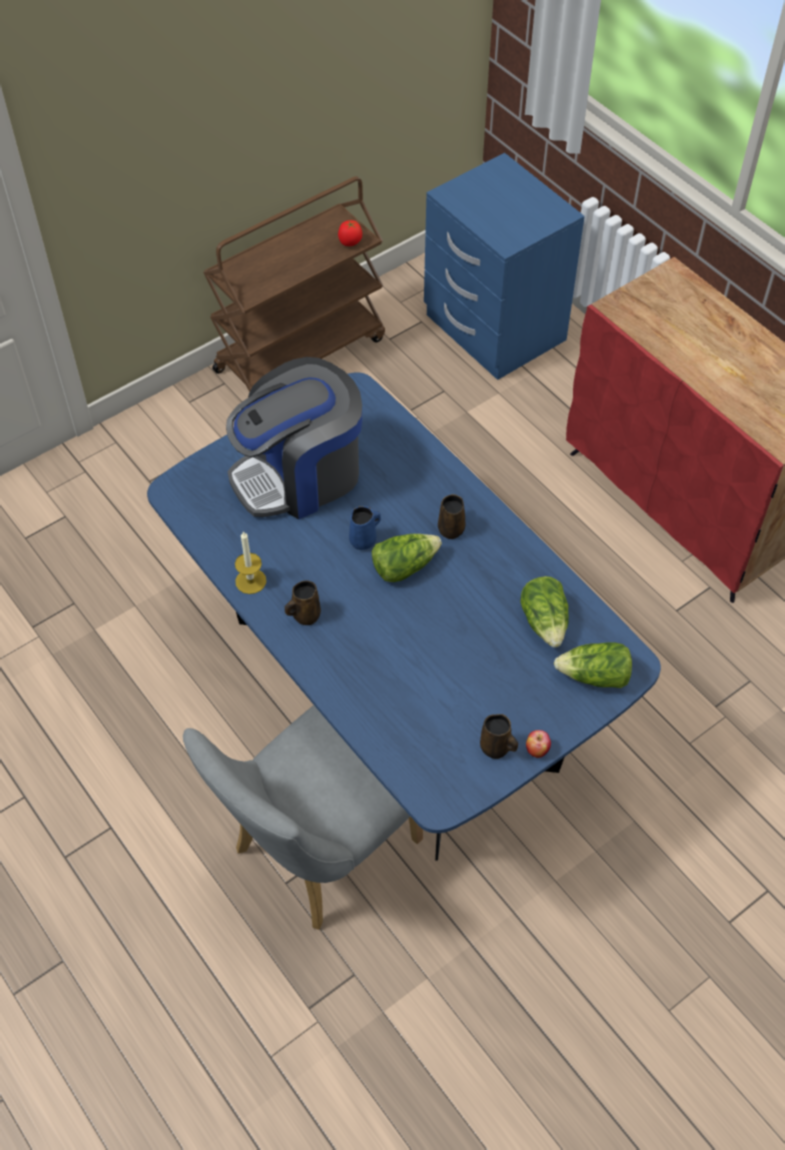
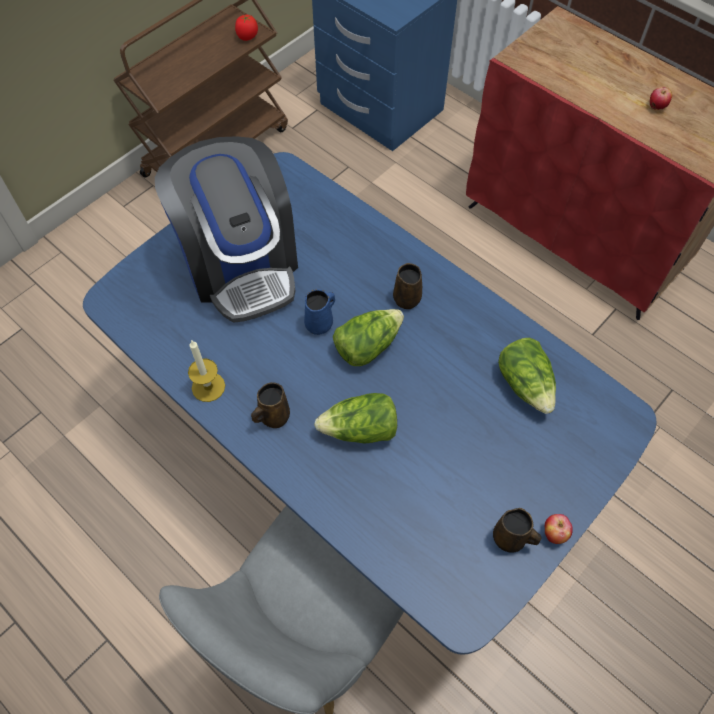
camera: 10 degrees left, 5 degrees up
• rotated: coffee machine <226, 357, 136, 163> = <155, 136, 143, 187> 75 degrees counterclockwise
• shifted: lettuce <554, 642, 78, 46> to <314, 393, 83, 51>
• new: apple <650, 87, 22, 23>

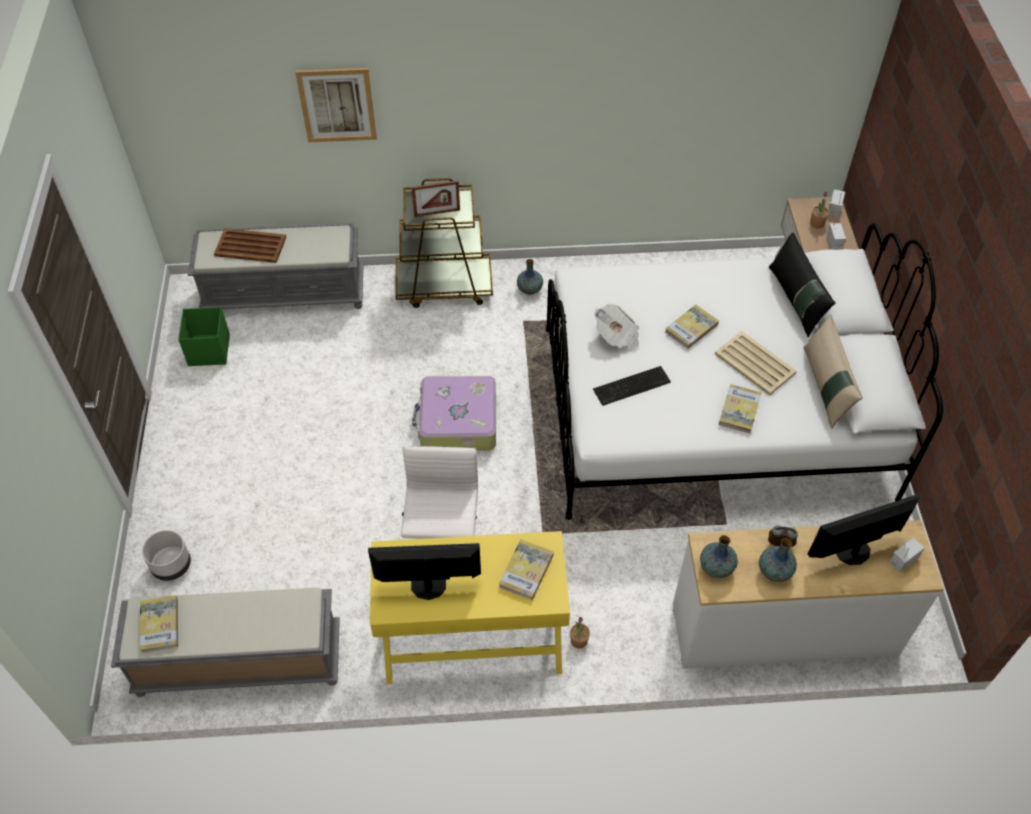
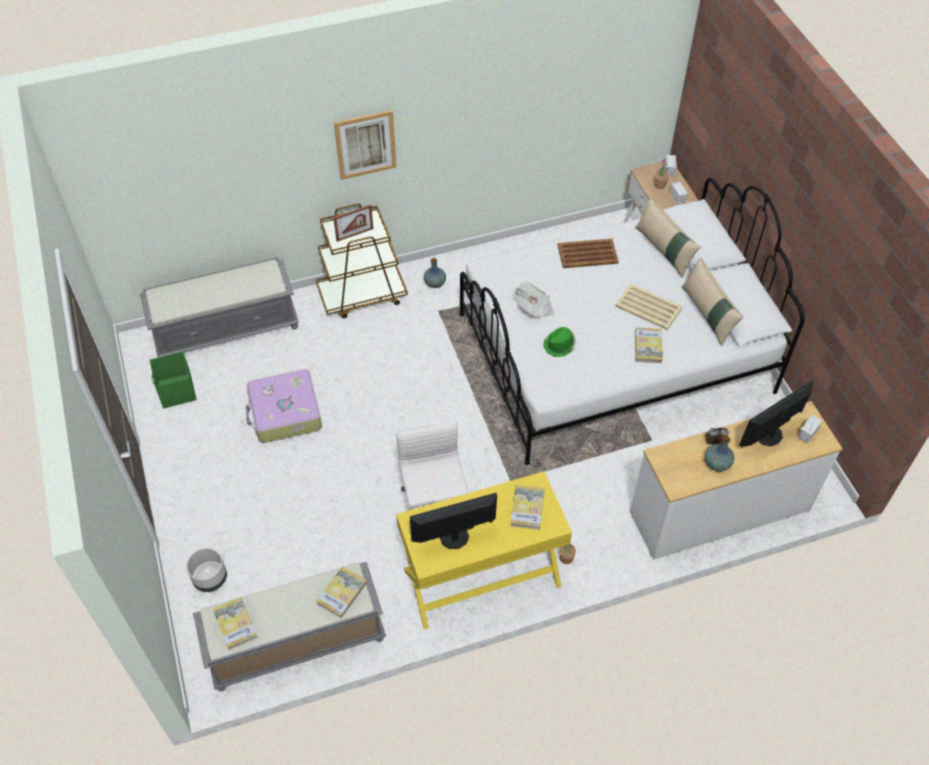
camera: 15 degrees left, 0 degrees up
• shifted: tray/brown <214, 228, 72, 35> to <558, 239, 61, 29>
• shifted: picture <295, 68, 82, 74> to <334, 110, 63, 70>
• shifted: suitcase <412, 376, 84, 75> to <246, 369, 76, 74>
• swapped: keyboard <593, 366, 78, 40> to hat/green <543, 327, 33, 30>
• shifted: book <665, 305, 54, 44> to <316, 566, 51, 52>
• gone: vase <700, 535, 38, 43>
• repainted: pillow/black <769, 232, 67, 105> to pillow/beige <635, 197, 66, 81>

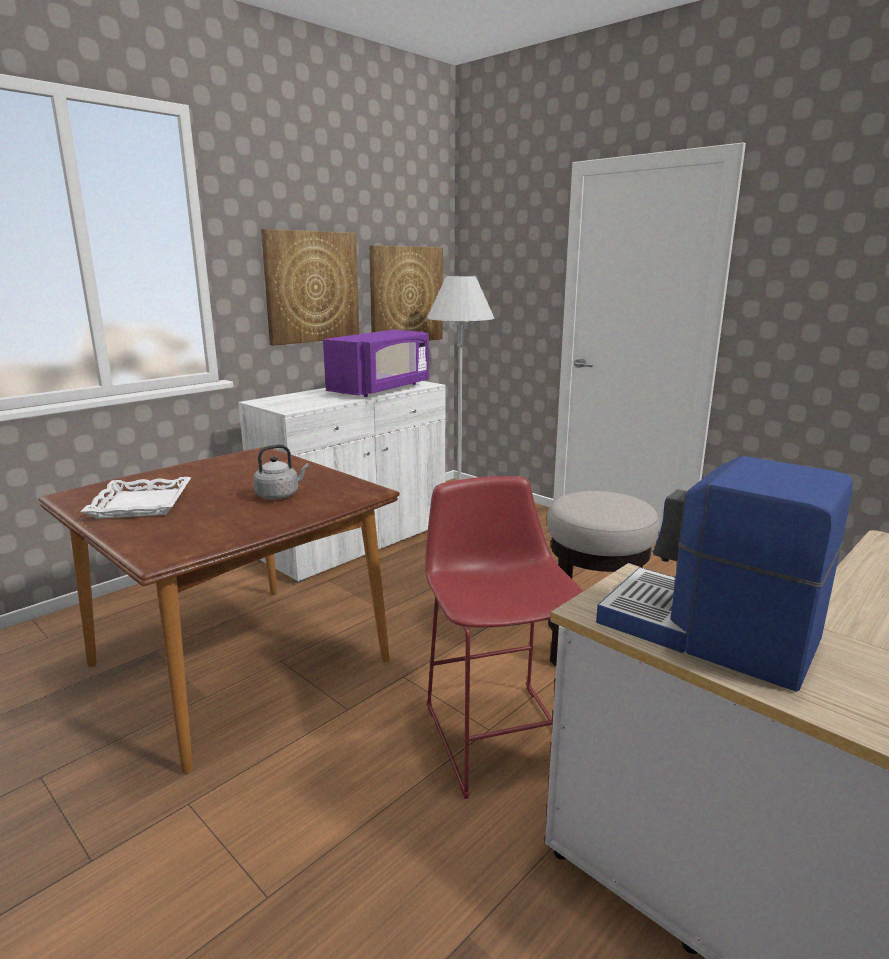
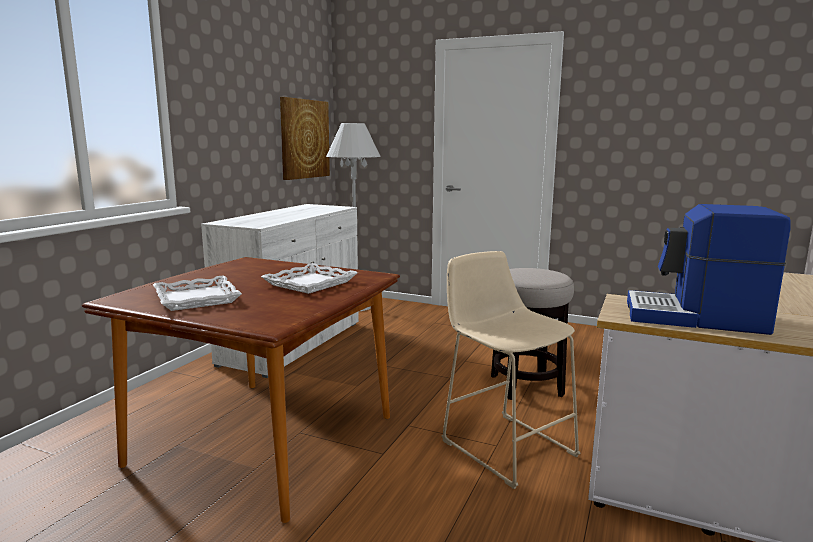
camera: 20 degrees left, 5 degrees down
• swapped: kettle/grey <253, 445, 56, 54> to tray/white <261, 263, 97, 31>
• gone: picture <261, 229, 98, 117>
• gone: microwave/purple <323, 330, 106, 67>
• repainted: stool/red <425, 476, 158, 323> to stool/beige <441, 251, 140, 238>

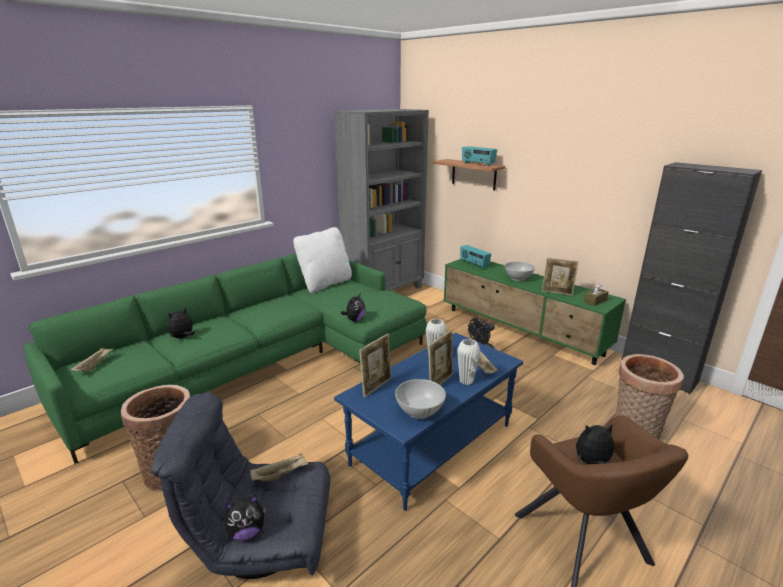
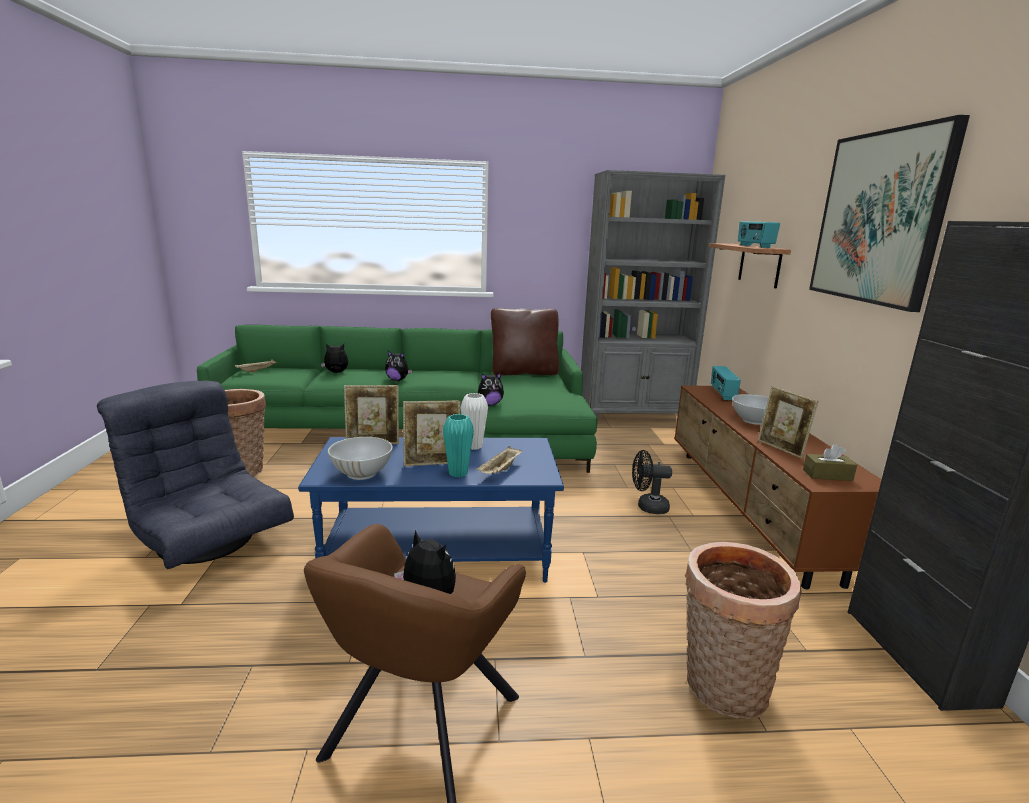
camera: 40 degrees right, 5 degrees down
• shifted: plush toy <224, 495, 42, 46> to <385, 351, 27, 30>
• gone: tray/beige <250, 453, 58, 28>
• repainted: pillow/white <293, 227, 59, 67> to pillow/brown <491, 308, 69, 68>
• repainted: tv stand/green <443, 259, 183, 106> to tv stand/brown <674, 385, 208, 204>
• repainted: vase/white <457, 339, 23, 46> to vase/turquoise <443, 414, 31, 63>
• new: picture <809, 115, 161, 197>

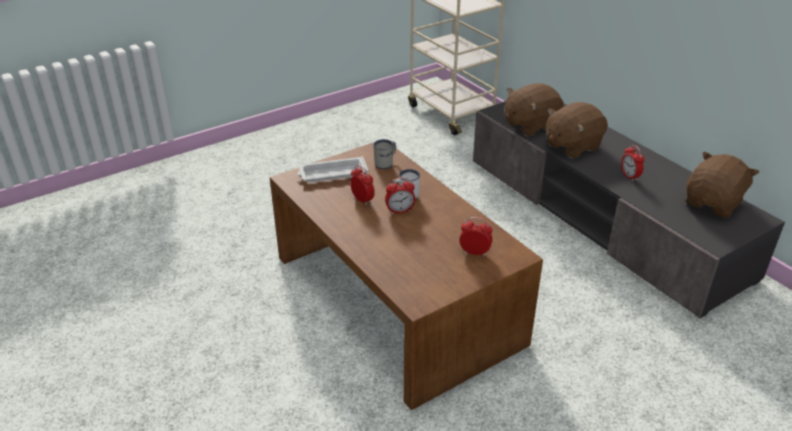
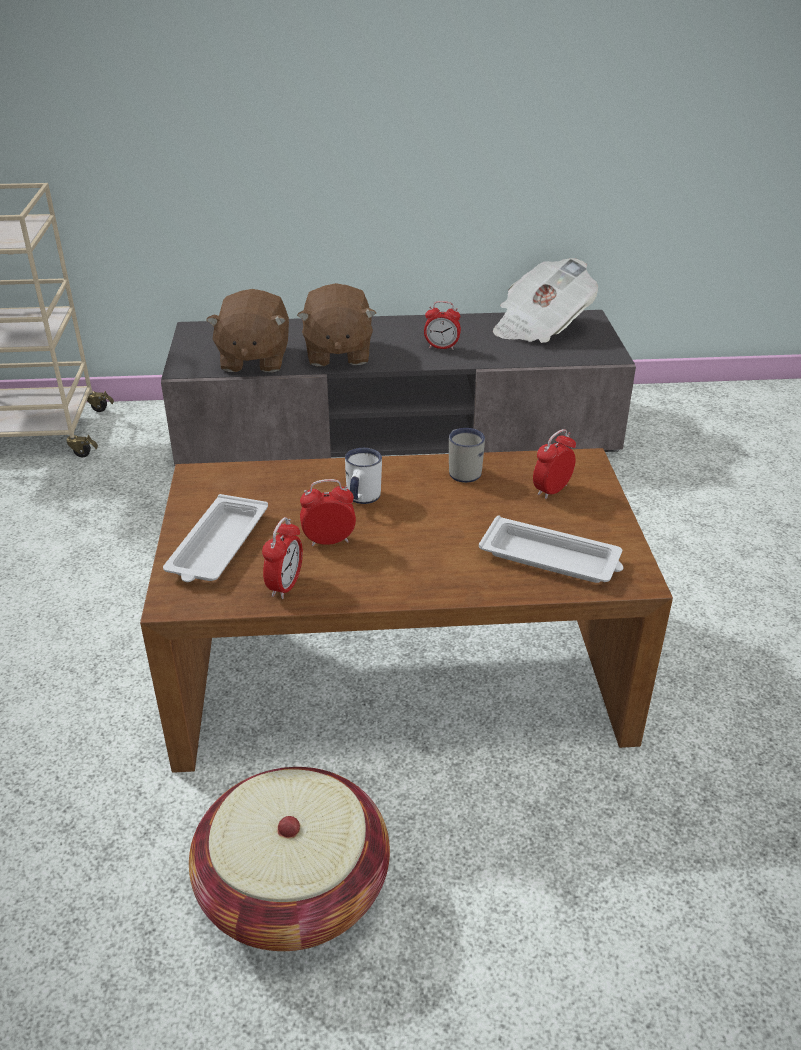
camera: 60 degrees left, 0 degrees up
• shifted: mug/white <373, 139, 23, 30> to <449, 428, 36, 55>
• shifted: alarm clock <385, 177, 31, 37> to <262, 517, 41, 82>
• swapped: plush toy/brown <685, 152, 74, 66> to newspaper <493, 258, 105, 85>
• new: basket <189, 767, 201, 184>
• new: tray/white <479, 516, 144, 67>

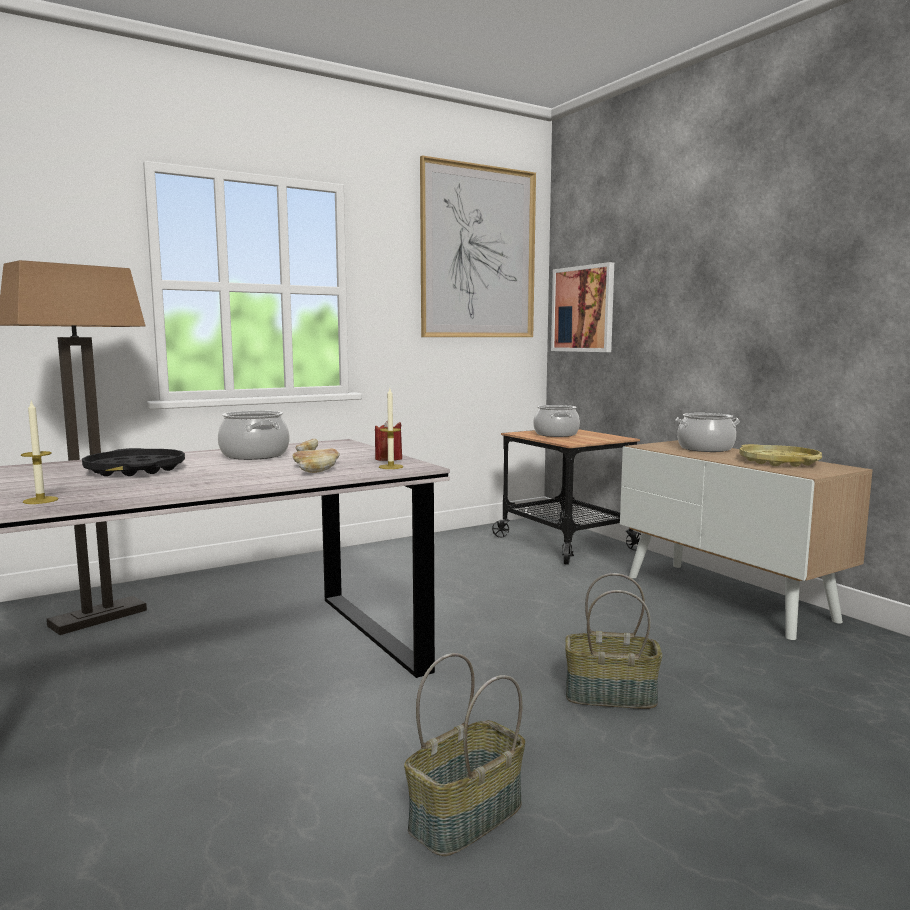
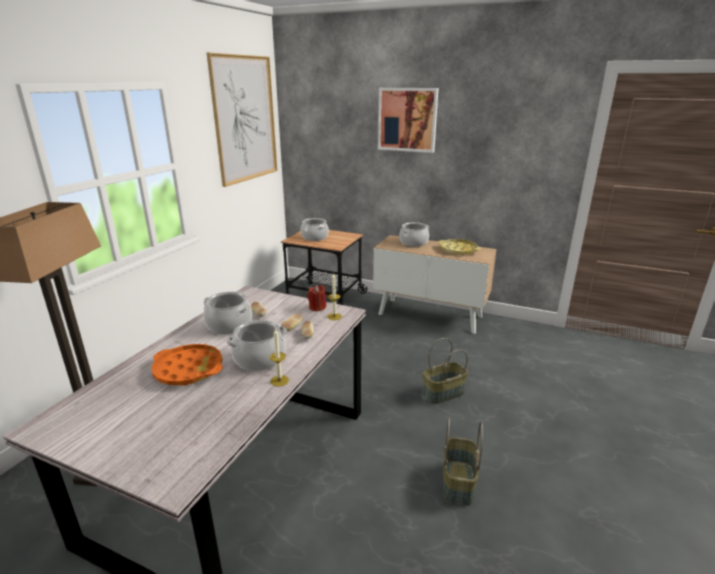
camera: 35 degrees left, 15 degrees up
• shifted: candle <21, 401, 38, 103> to <270, 329, 19, 58>
• repainted: tray/black <82, 448, 103, 28> to tray/orange <151, 344, 72, 42>
• shifted: picture <551, 262, 63, 90> to <378, 88, 60, 65>
• new: cooking pot <227, 320, 60, 51>

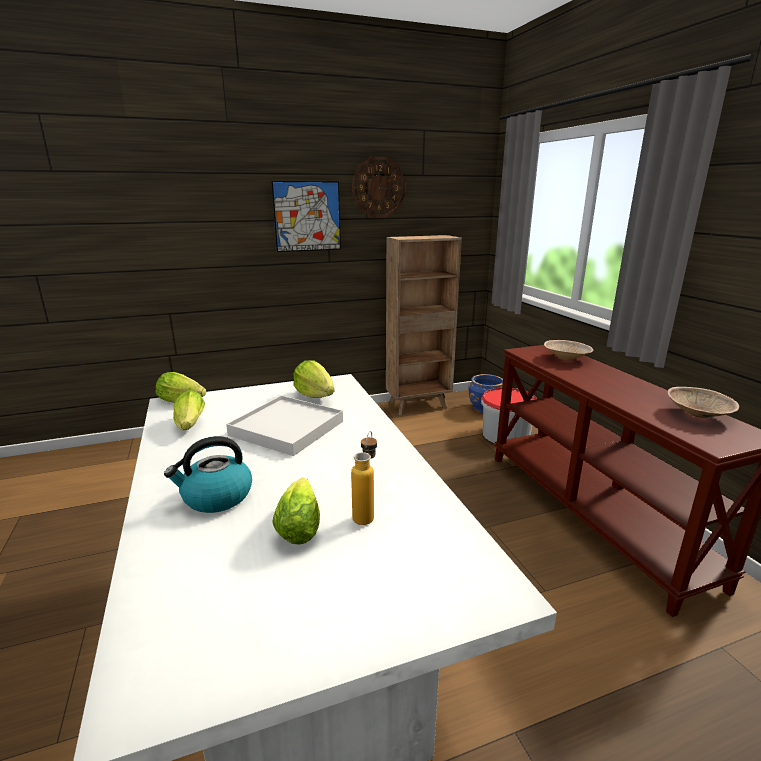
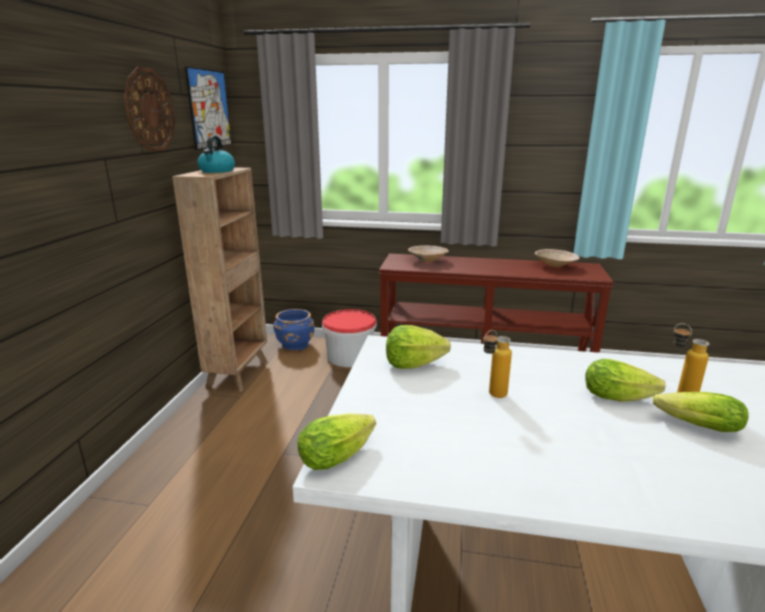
camera: 60 degrees left, 0 degrees up
• shifted: kettle <164, 436, 88, 77> to <198, 135, 37, 38>
• shifted: lettuce <173, 390, 32, 40> to <585, 359, 81, 43>
• swapped: tray/white <226, 395, 117, 61> to bottle <483, 330, 29, 68>
• shifted: picture <271, 181, 70, 71> to <185, 66, 47, 84>

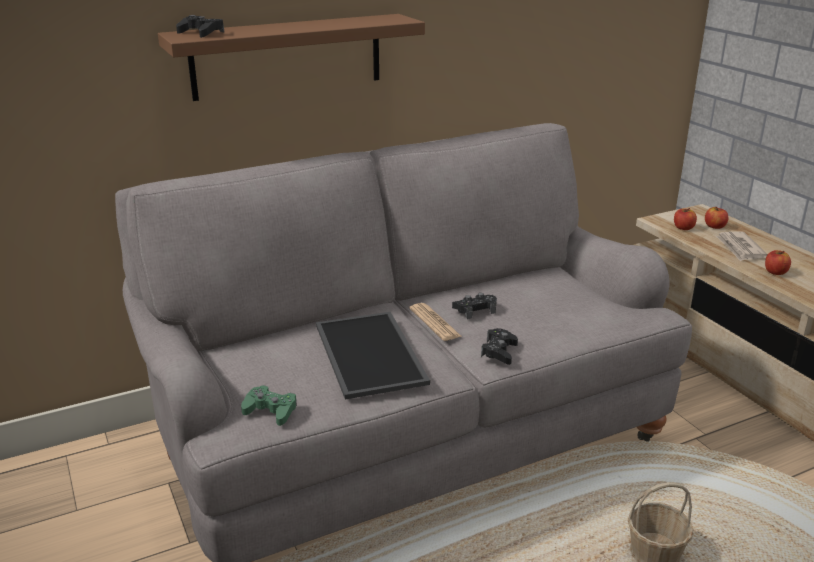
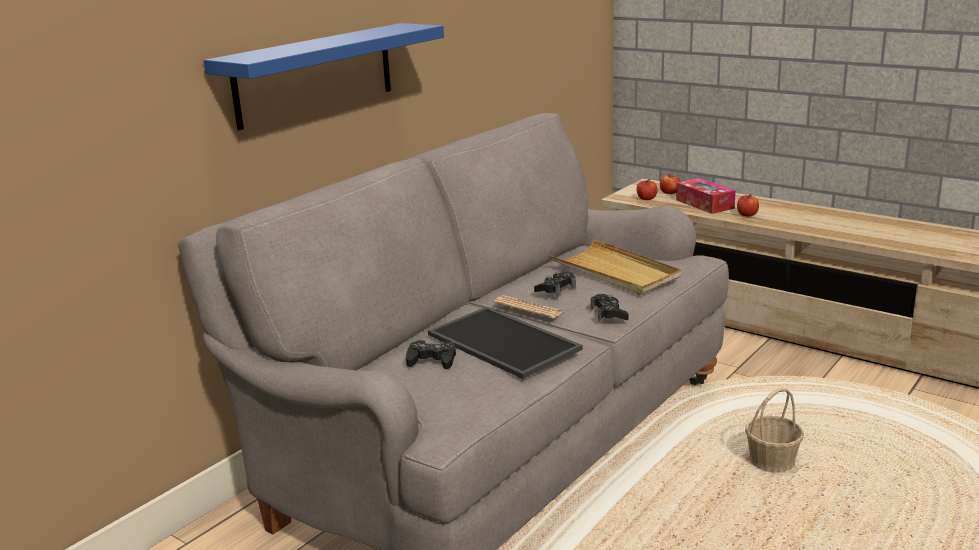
camera: 25 degrees left, 5 degrees down
• repainted: shelf/brown <158, 14, 267, 87> to shelf/blue <204, 23, 240, 107>
• shifted: game controller/black <176, 15, 48, 23> to <406, 340, 50, 29>
• gone: game controller/green <241, 385, 56, 41>
• swapped: newspaper <716, 231, 52, 30> to tissue box <676, 178, 60, 36>
• new: tray/beige <549, 239, 132, 56>

